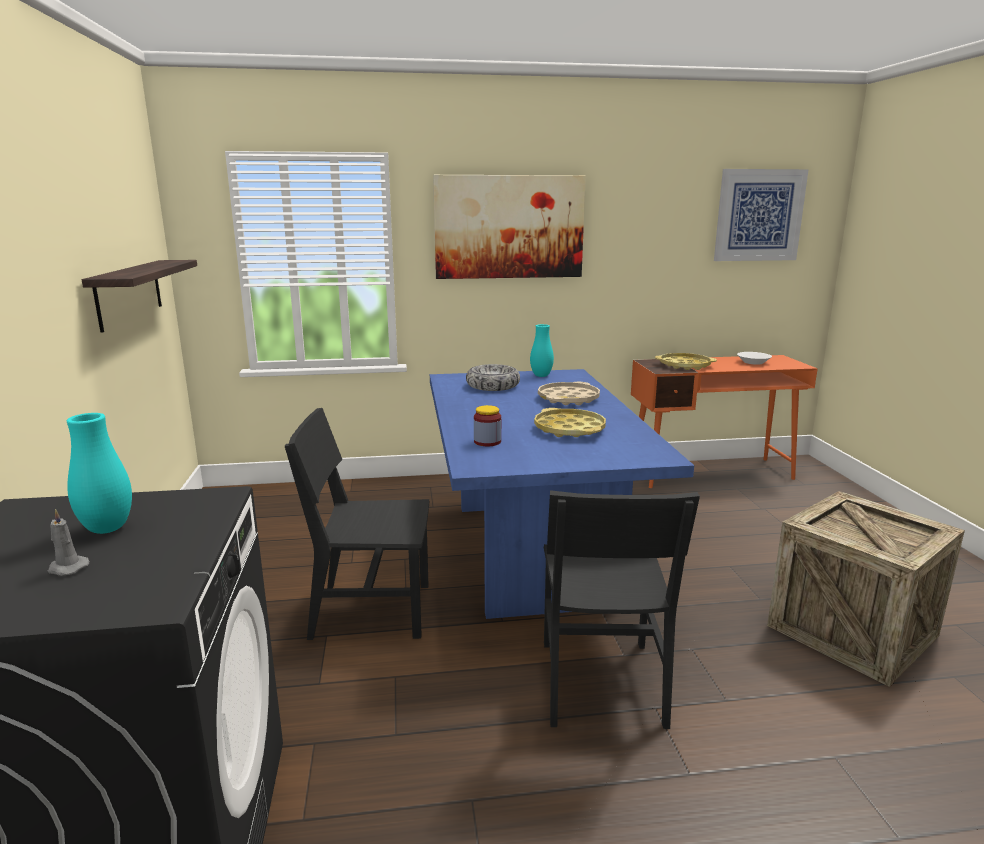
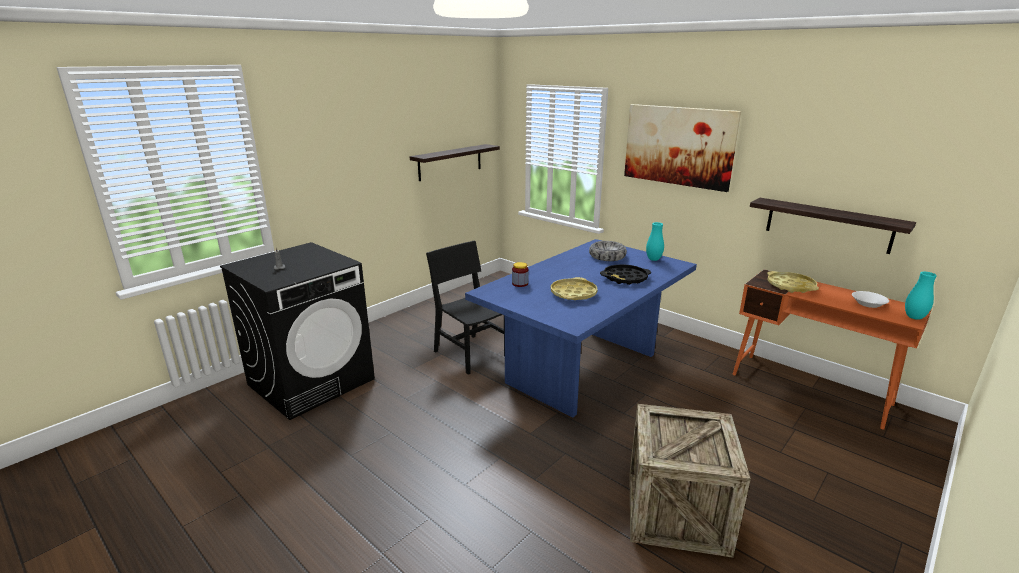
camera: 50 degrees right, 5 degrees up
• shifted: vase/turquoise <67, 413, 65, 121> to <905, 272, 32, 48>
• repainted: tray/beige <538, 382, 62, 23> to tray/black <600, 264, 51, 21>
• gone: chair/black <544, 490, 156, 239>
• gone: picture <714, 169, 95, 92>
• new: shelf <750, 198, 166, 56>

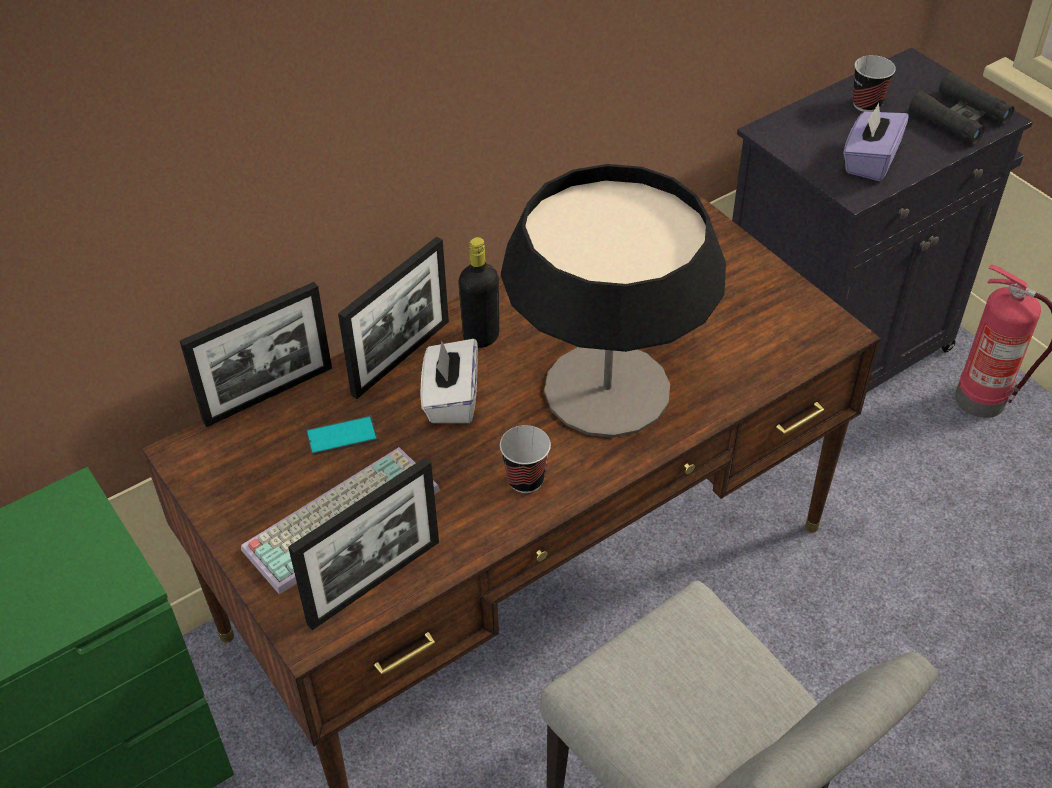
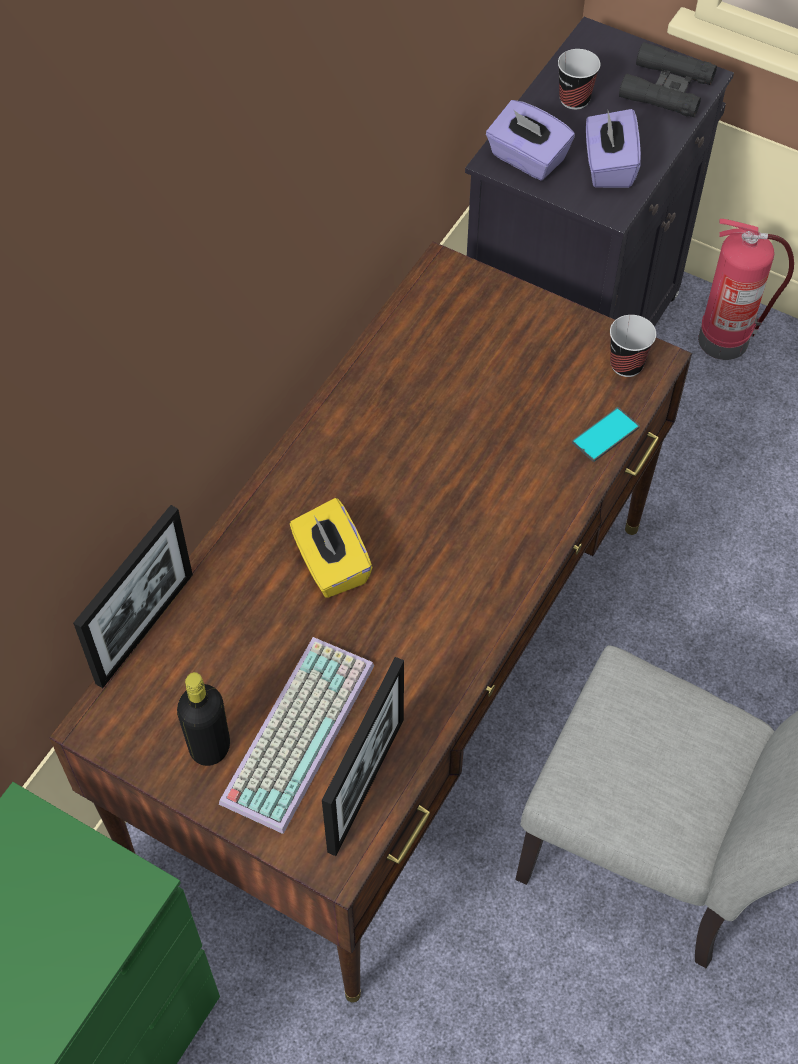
camera: 25 degrees left, 10 degrees up
• shifted: phone <306, 416, 72, 39> to <572, 407, 68, 55>
• gone: picture frame <338, 237, 111, 162>
• repainted: tissue box/white <420, 339, 58, 84> to tissue box/yellow <290, 498, 83, 100>
• shifted: bottle/black <458, 237, 41, 111> to <177, 672, 53, 94>
• shifted: cup <500, 425, 51, 68> to <610, 315, 46, 62>
• gone: table lamp <501, 164, 225, 274>
• new: tissue box/purple <486, 100, 89, 80>

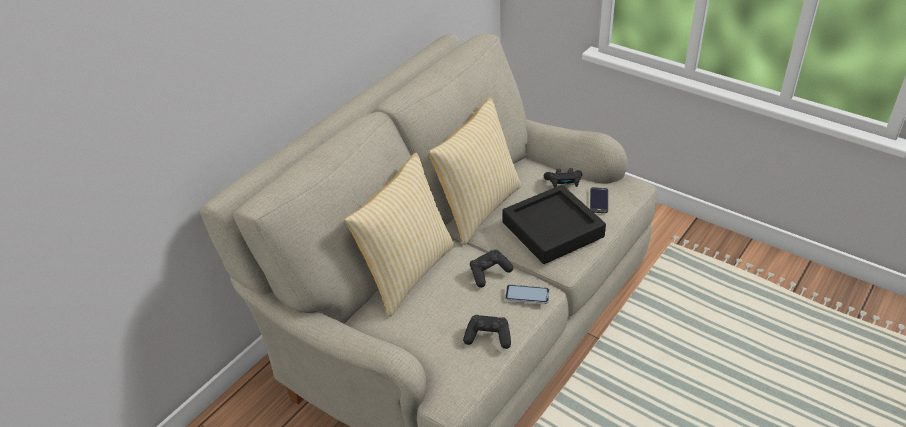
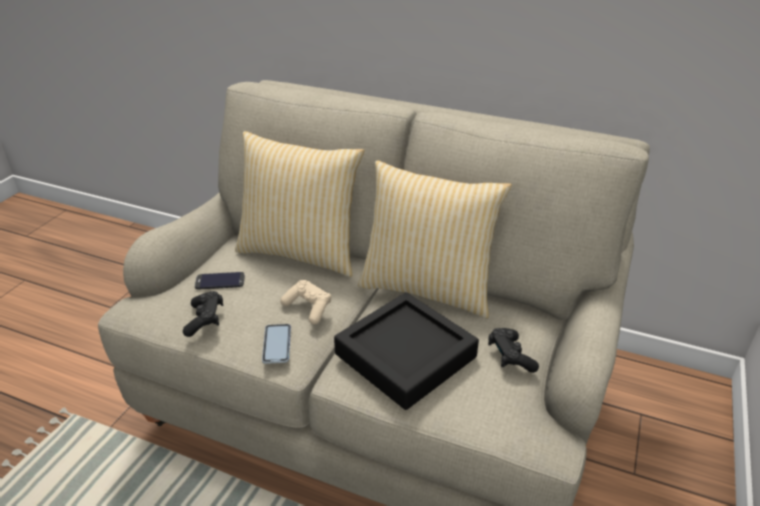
camera: 75 degrees right, 5 degrees down
• repainted: game controller/black <470, 250, 43, 38> to game controller/beige <280, 280, 51, 45>
• shifted: phone <590, 187, 18, 26> to <194, 272, 51, 18>

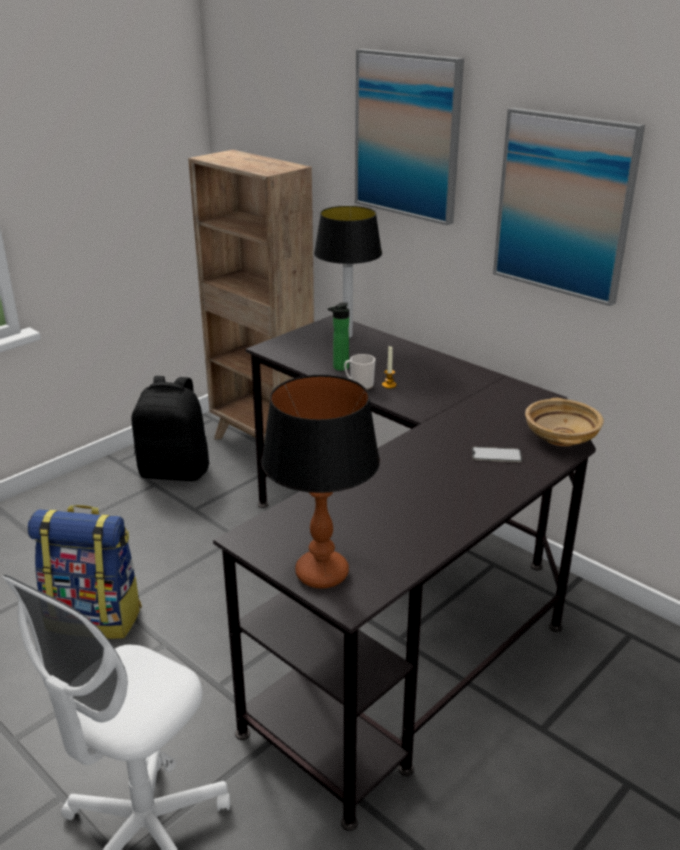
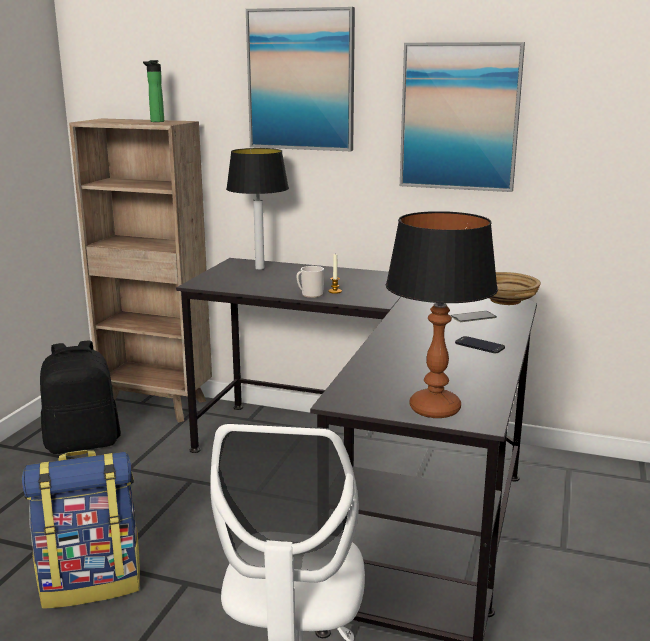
camera: 25 degrees left, 10 degrees down
• shifted: bottle <328, 302, 21, 69> to <143, 60, 21, 62>
• new: phone <455, 336, 50, 17>

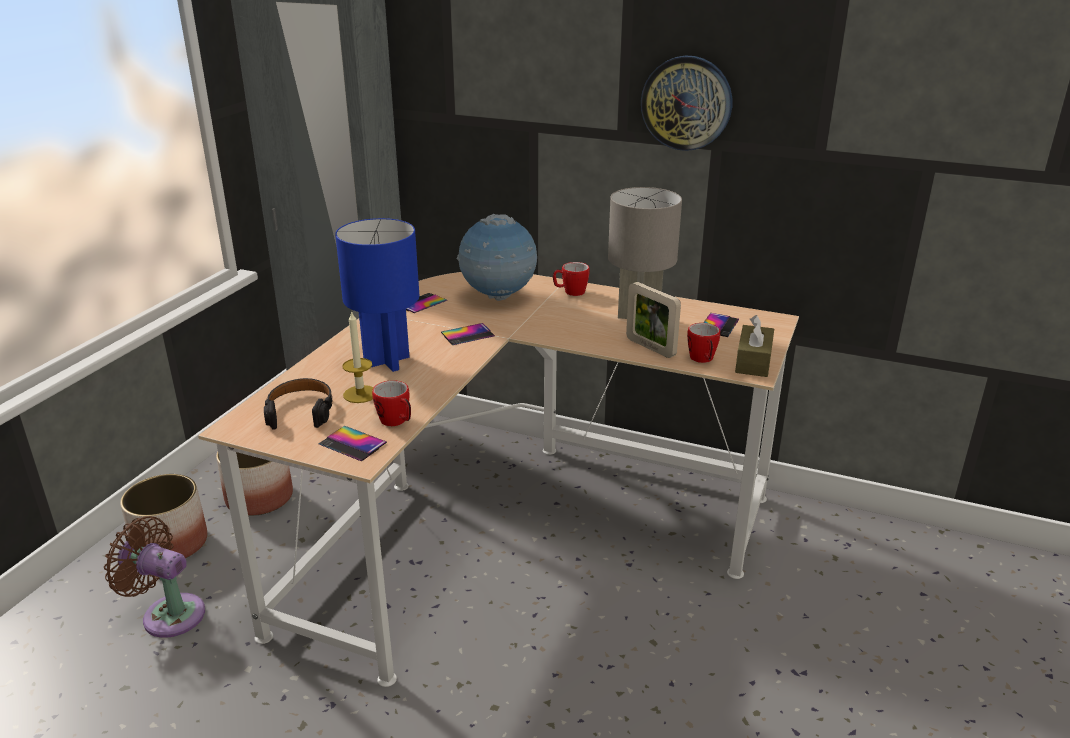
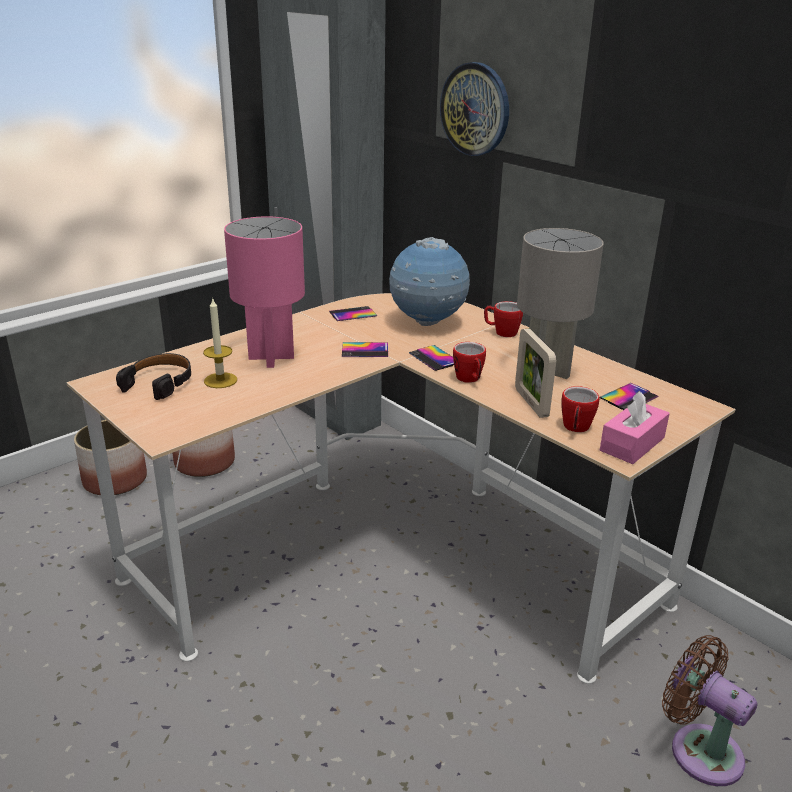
camera: 25 degrees right, 0 degrees up
• shifted: fan/brown <104, 516, 101, 122> to <662, 635, 96, 151>
• shifted: phone <319, 426, 68, 35> to <409, 345, 45, 26>
• repainted: table lamp/blue <335, 218, 85, 154> to table lamp/pink <224, 216, 81, 152>
• shifted: mug <372, 380, 39, 46> to <453, 342, 33, 41>
• shifted: wall clock <641, 56, 91, 95> to <440, 62, 69, 94>
• repainted: tissue box/brown <735, 315, 39, 62> to tissue box/pink <600, 391, 70, 73>

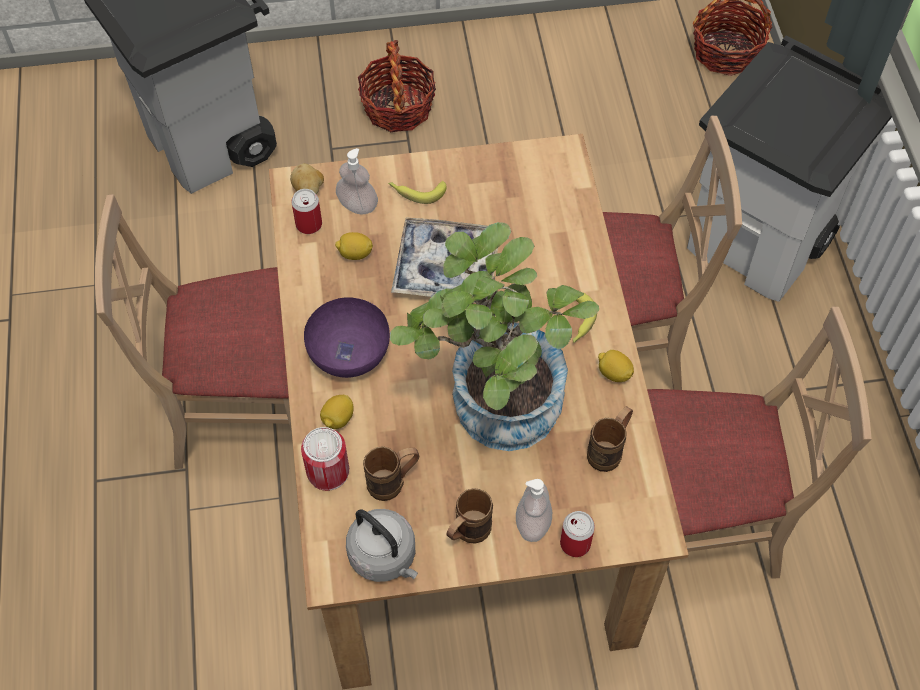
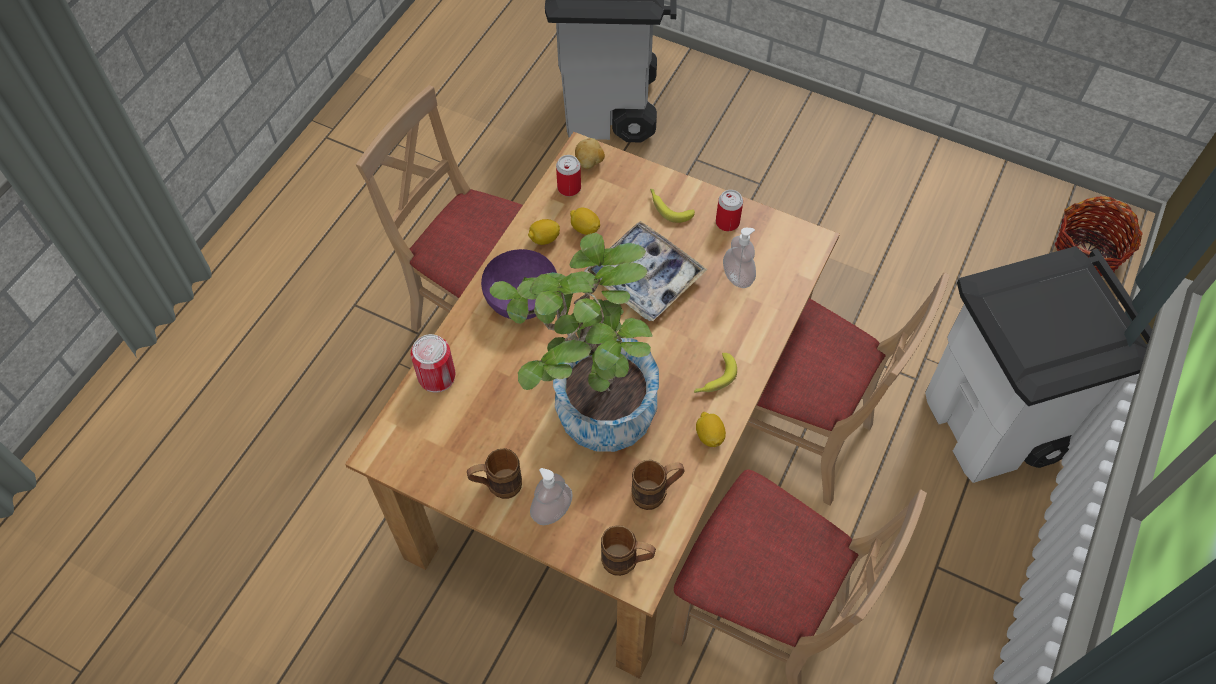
camera: 35 degrees right, 0 degrees up
• shifted: lemon <320, 395, 34, 34> to <528, 219, 32, 26>
• shifted: soap dispenser <336, 148, 42, 66> to <723, 228, 33, 60>
• gone: kettle/grey <346, 509, 72, 73>
• gone: basket <358, 40, 78, 92>
• shifted: mug/brown <363, 446, 56, 55> to <601, 525, 55, 51>
• shifted: can <560, 511, 35, 46> to <716, 190, 27, 41>

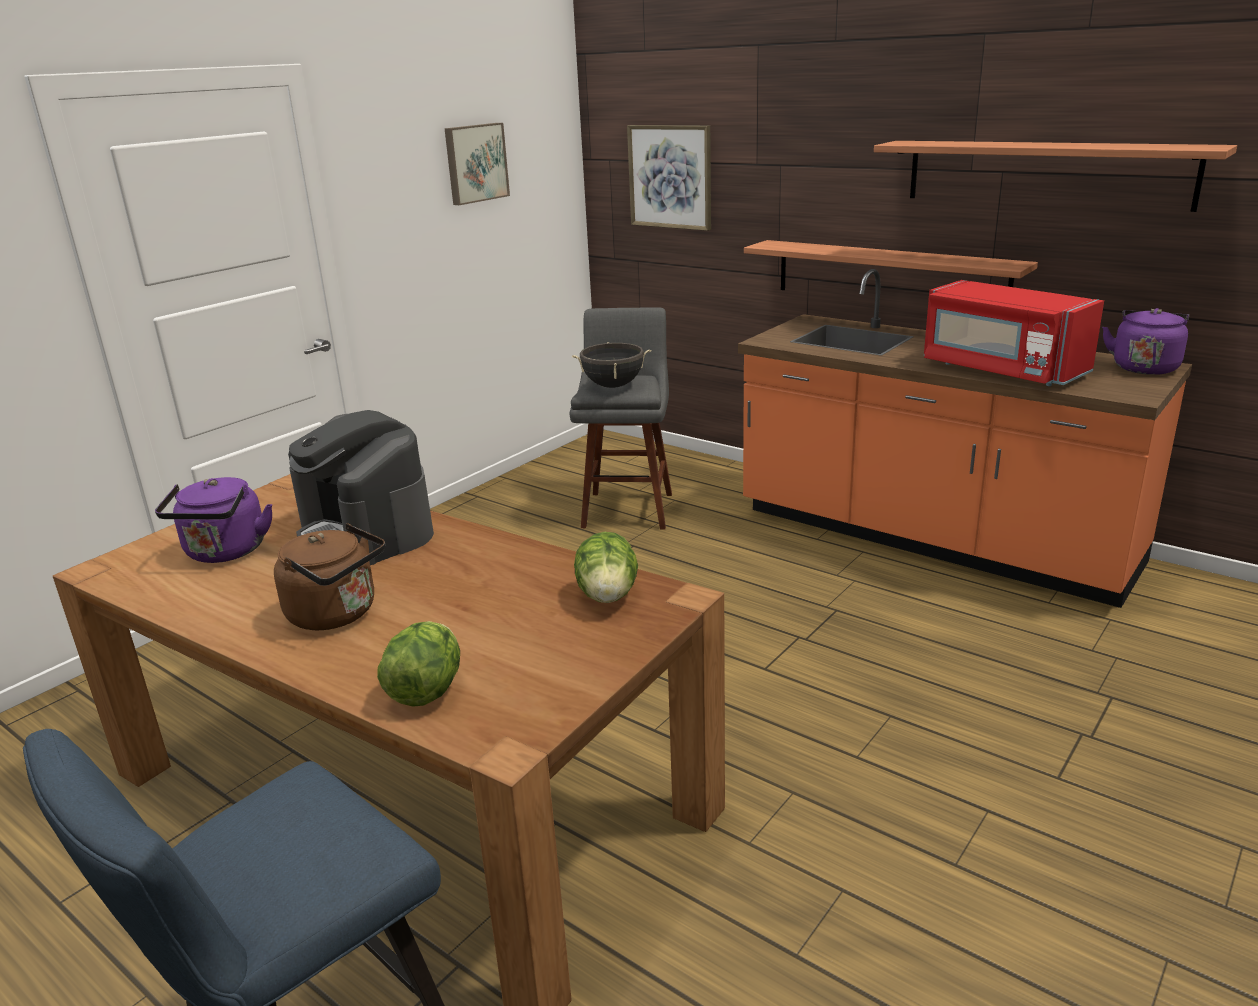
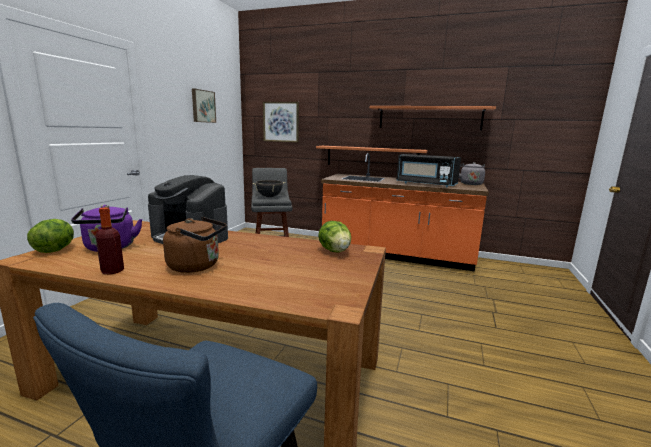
camera: 20 degrees left, 10 degrees down
• shifted: lettuce <377, 621, 83, 86> to <27, 219, 47, 34>
• repainted: microwave/red <924, 280, 180, 106> to microwave/black <396, 154, 65, 33>
• repainted: kettle/purple <1102, 308, 87, 67> to kettle/grey <459, 162, 26, 23>
• new: bottle <96, 207, 28, 68>

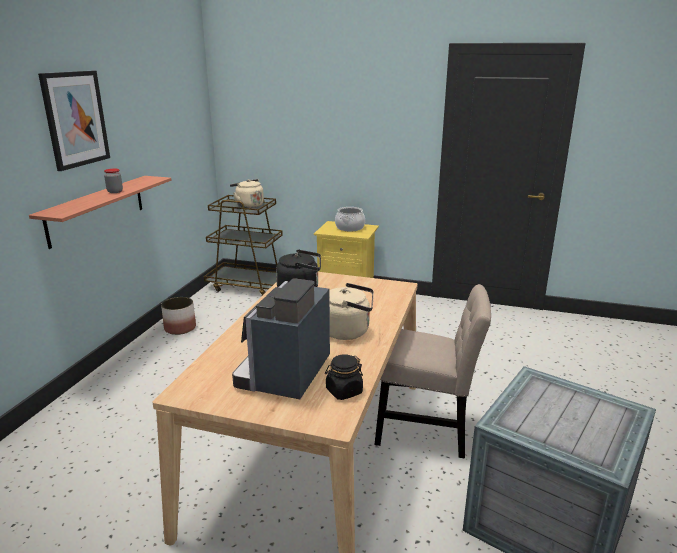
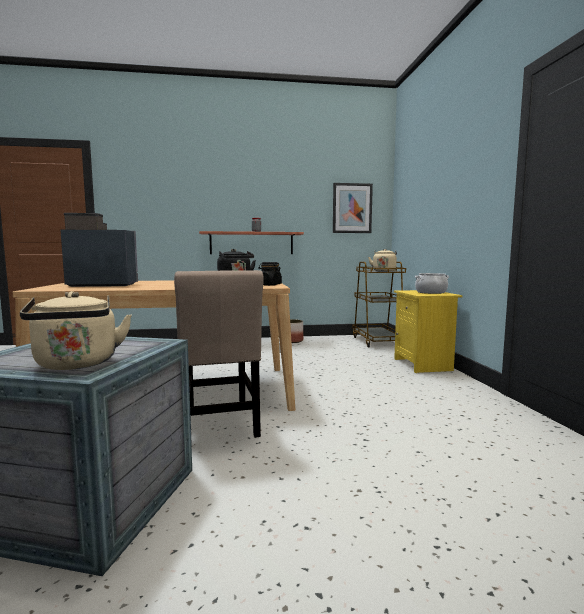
camera: 65 degrees right, 15 degrees down
• shifted: picture <38, 71, 72, 100> to <333, 183, 40, 50>
• shifted: jar/black <325, 354, 38, 46> to <258, 262, 24, 24>
• shifted: kettle/beige <330, 283, 44, 57> to <20, 291, 112, 79>

